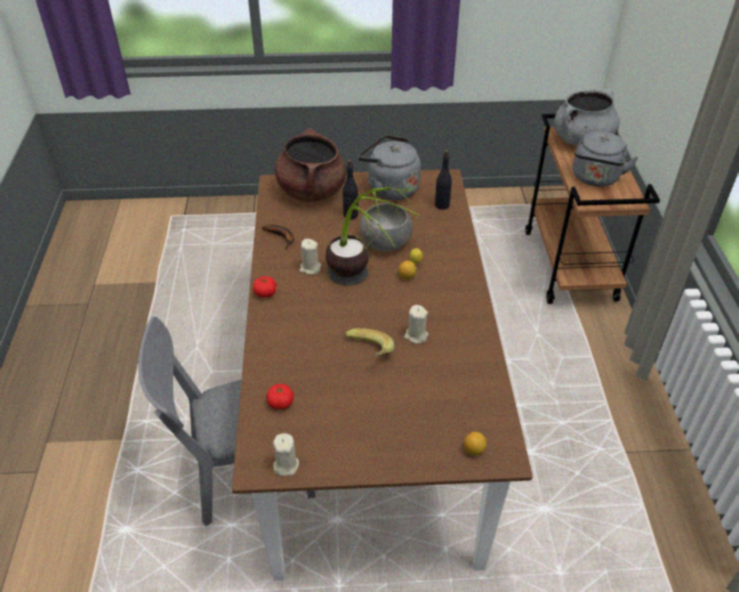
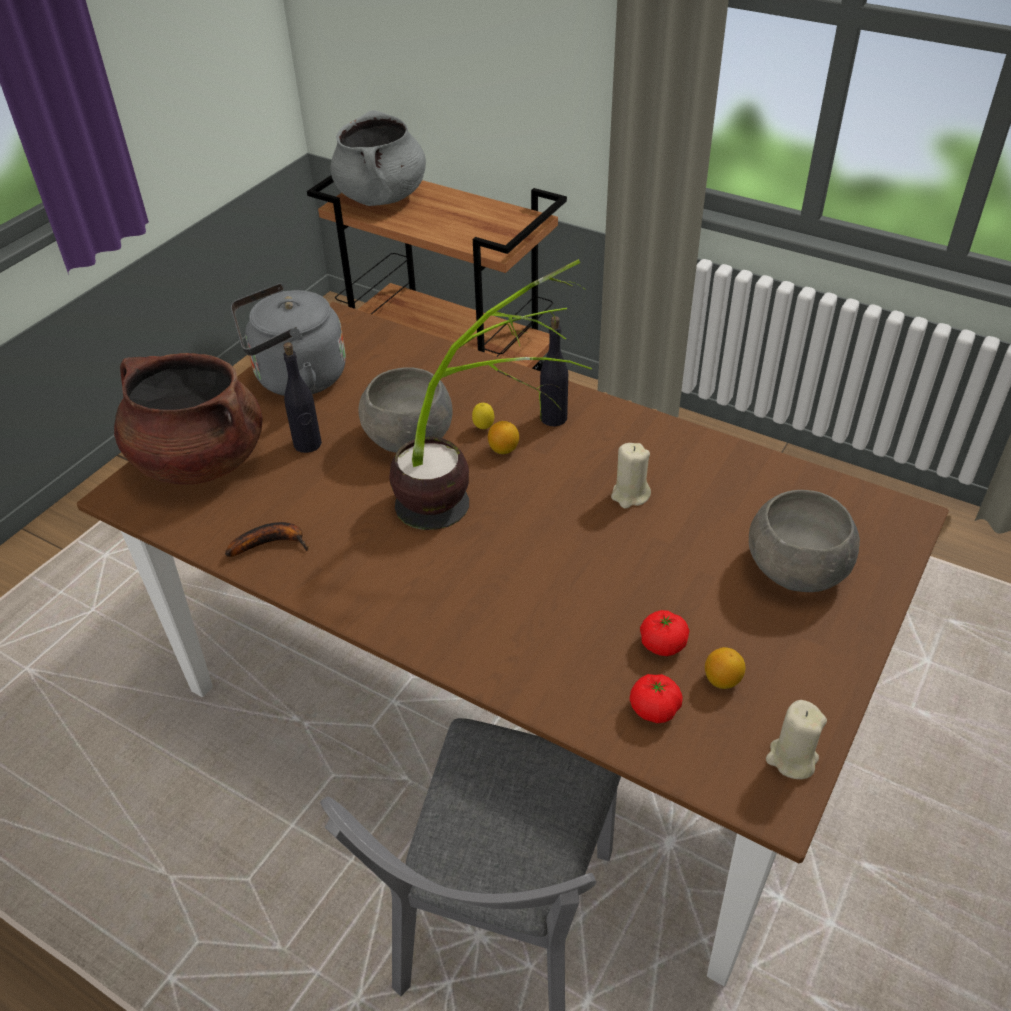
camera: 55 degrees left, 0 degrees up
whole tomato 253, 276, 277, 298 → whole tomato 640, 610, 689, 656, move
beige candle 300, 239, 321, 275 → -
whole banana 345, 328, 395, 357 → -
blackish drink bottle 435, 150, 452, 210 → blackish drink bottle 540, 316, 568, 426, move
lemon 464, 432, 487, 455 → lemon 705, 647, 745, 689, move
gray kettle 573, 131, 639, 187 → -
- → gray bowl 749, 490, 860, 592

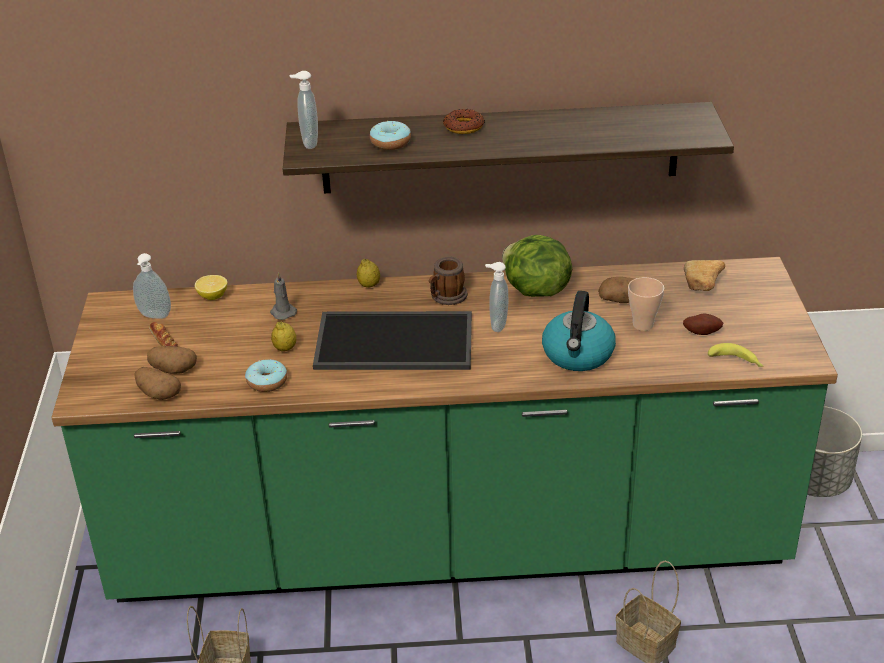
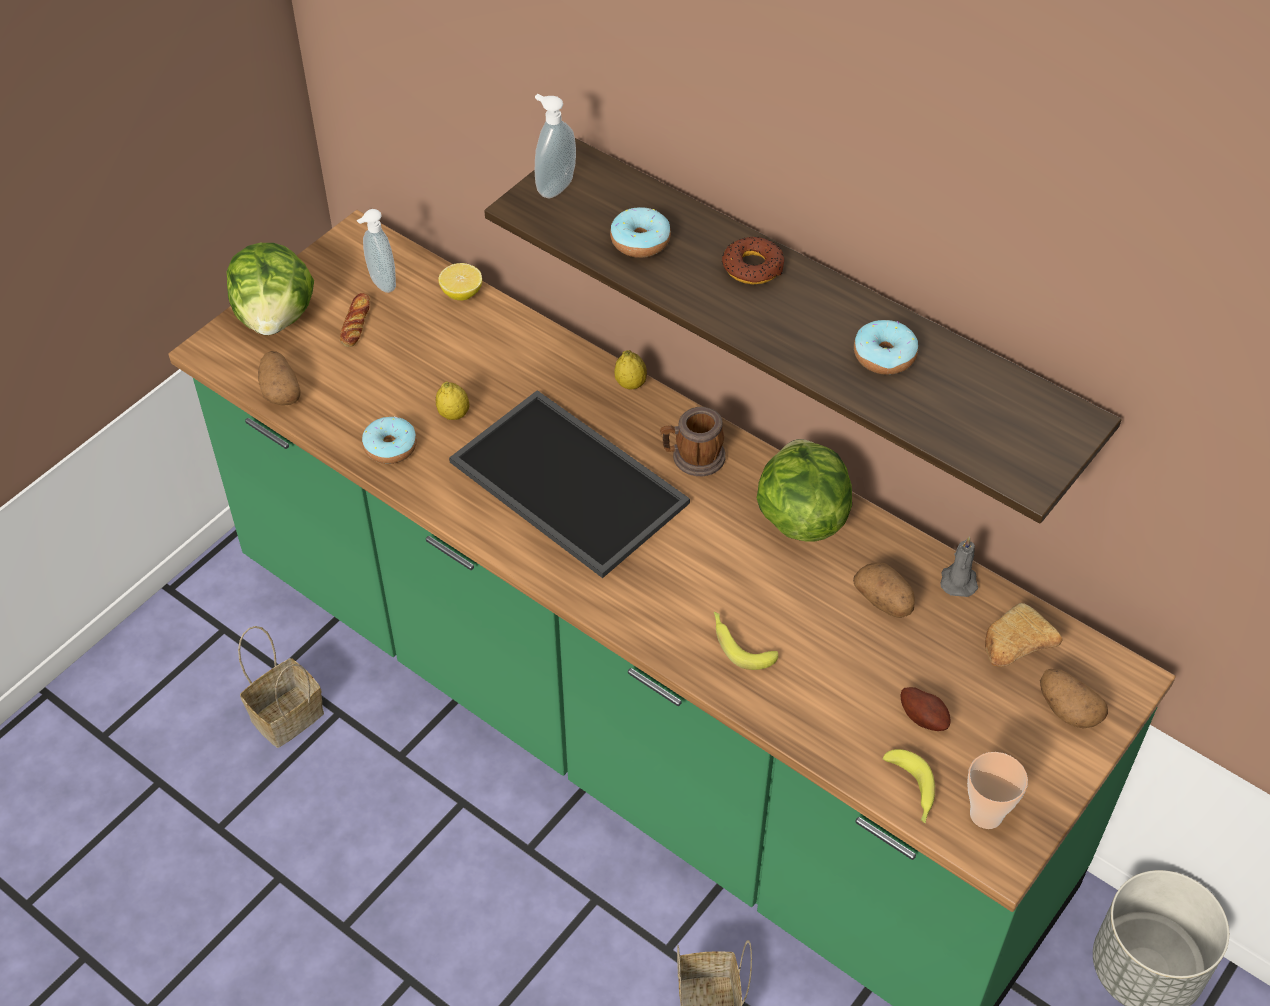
camera: 40 degrees right, 15 degrees up
potato 147, 346, 197, 374 → potato 1040, 669, 1108, 729, move
gray candle 270, 272, 297, 320 → gray candle 940, 536, 978, 597, move
liquid soap bottle 485, 262, 508, 332 → -
kettle 542, 291, 616, 371 → whole banana 714, 612, 778, 670
small cup 628, 277, 664, 331 → small cup 967, 752, 1028, 829, move
- → lettuce 226, 243, 314, 335
- → donut 854, 320, 918, 375

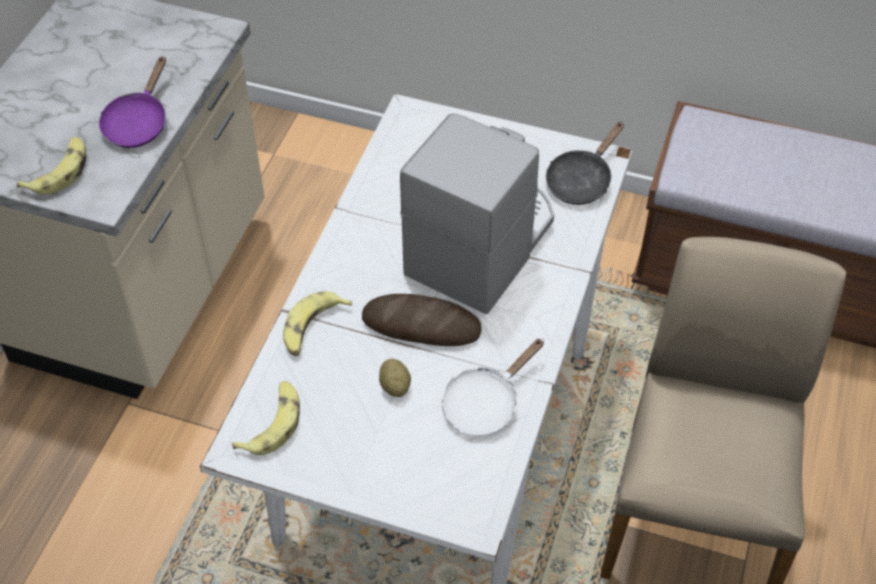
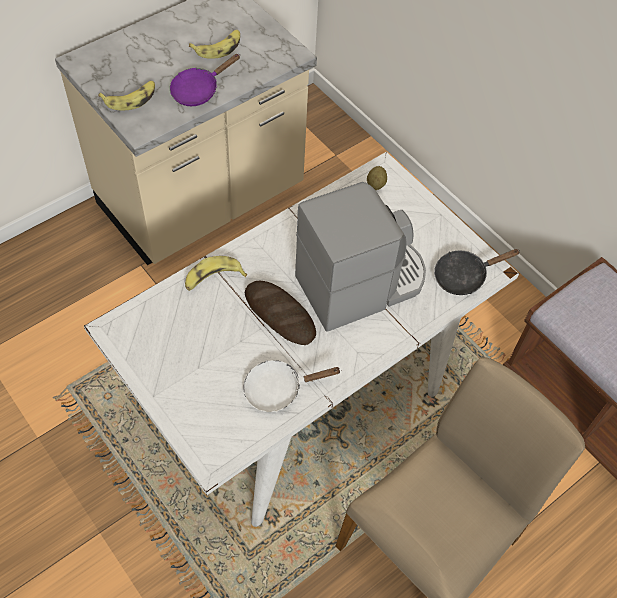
camera: 30 degrees right, 5 degrees up
whole banana 232, 381, 300, 455 → whole banana 189, 30, 240, 59, move
potato 379, 359, 411, 397 → potato 367, 166, 387, 190, move

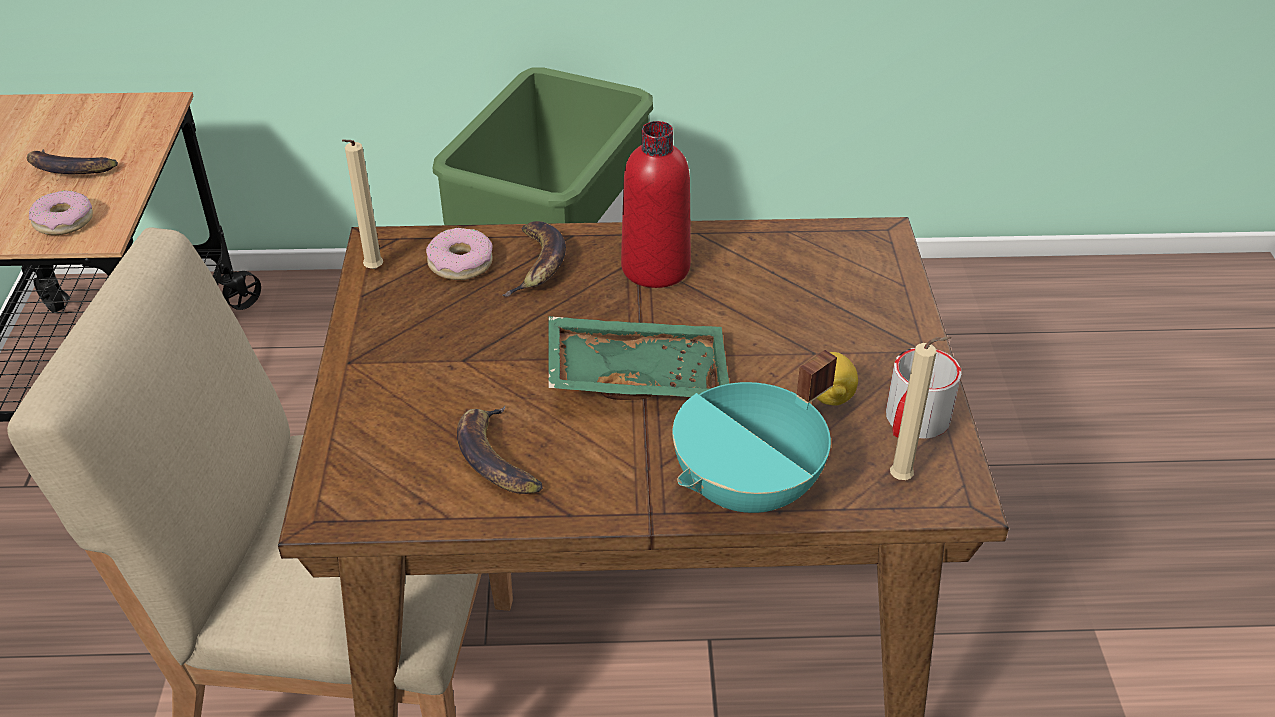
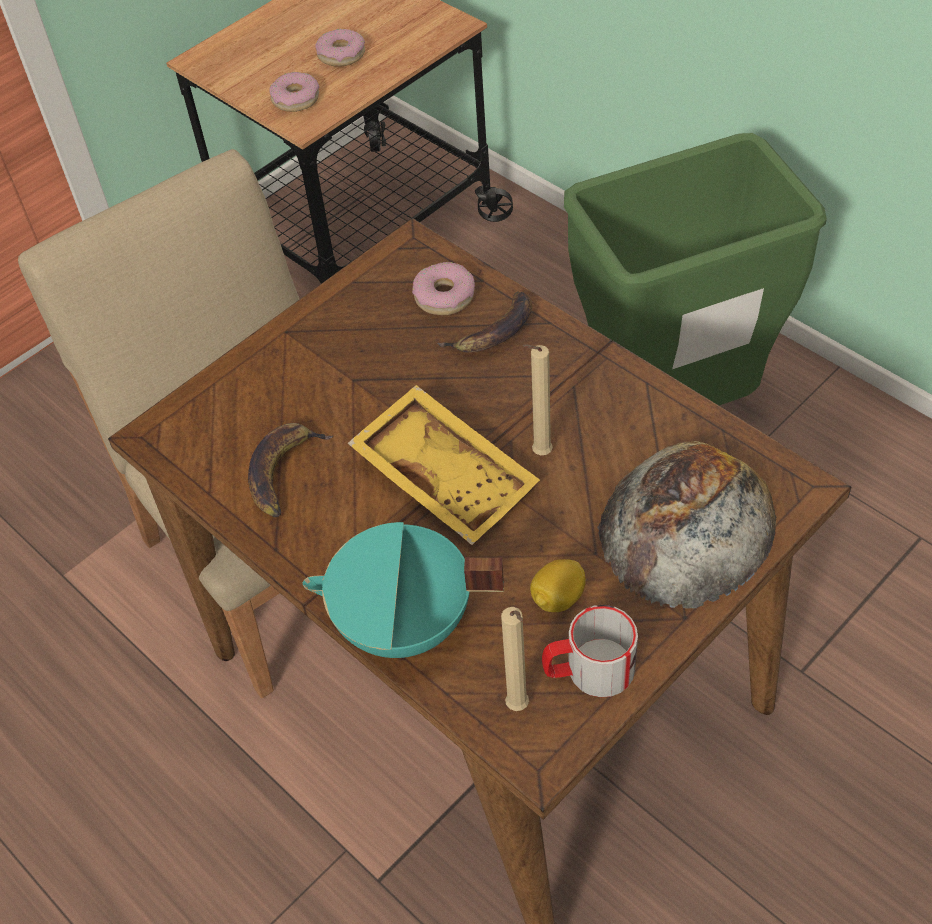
camera: 50 degrees right, 10 degrees up
whole banana 27, 149, 118, 174 → donut 315, 29, 365, 67
beige candle 342, 139, 383, 269 → beige candle 522, 344, 553, 455, move
green tray 549, 316, 730, 400 → yellow-coloured tray 347, 385, 540, 545
reddish drink bottle 621, 121, 691, 288 → -
- → baked bread 597, 441, 776, 608

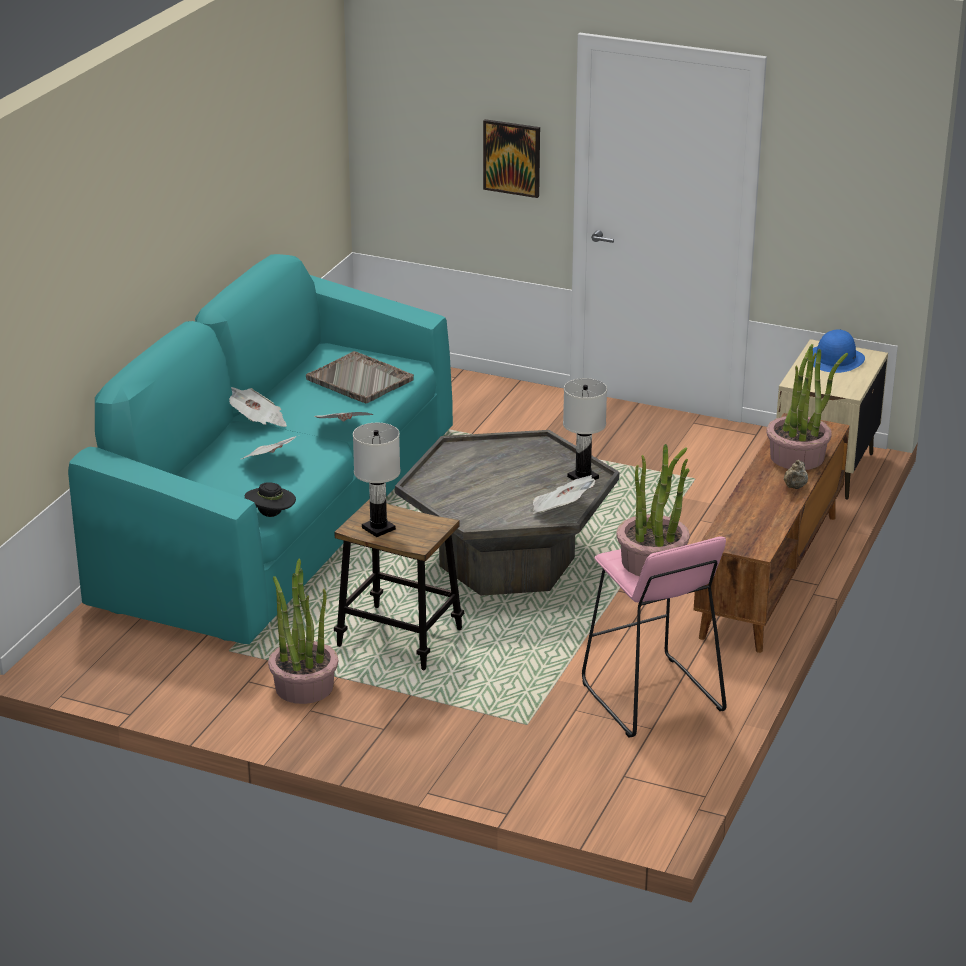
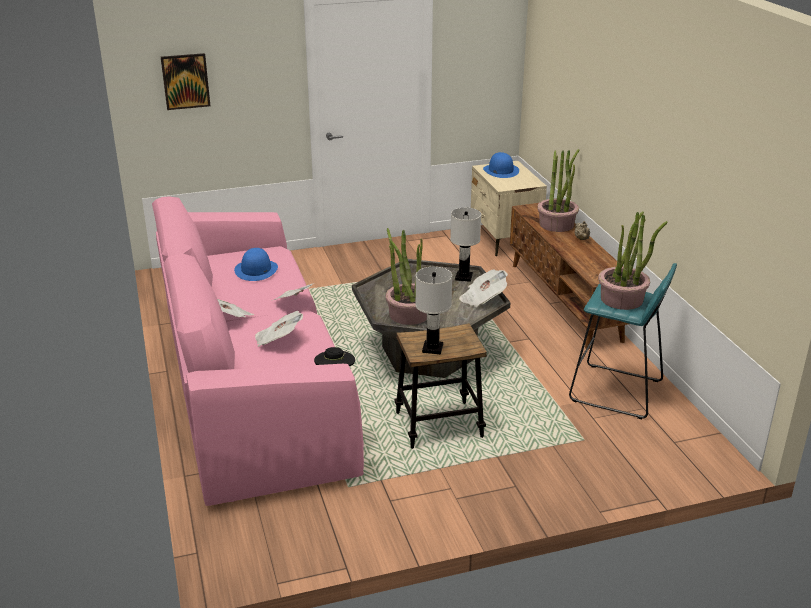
camera: 40 degrees left, 0 degrees up
turquoise-coloured couch 68, 254, 453, 644 → pink couch 152, 196, 364, 506
plant in a pot 268, 558, 338, 704 → plant in a pot 386, 228, 427, 325, move
gray tray 306, 351, 414, 403 → blue hat 234, 248, 278, 281
wall picture 483, 119, 540, 198 → wall picture 161, 53, 210, 110, move
pink sitting stool 582, 536, 726, 738 → turquoise-coloured sitting stool 569, 263, 677, 419

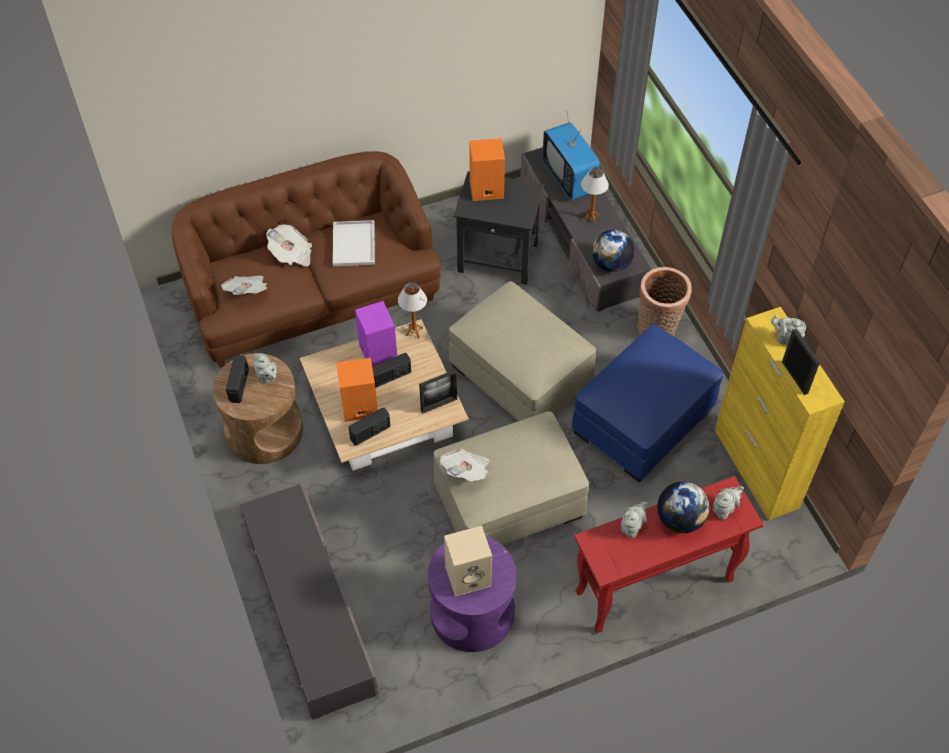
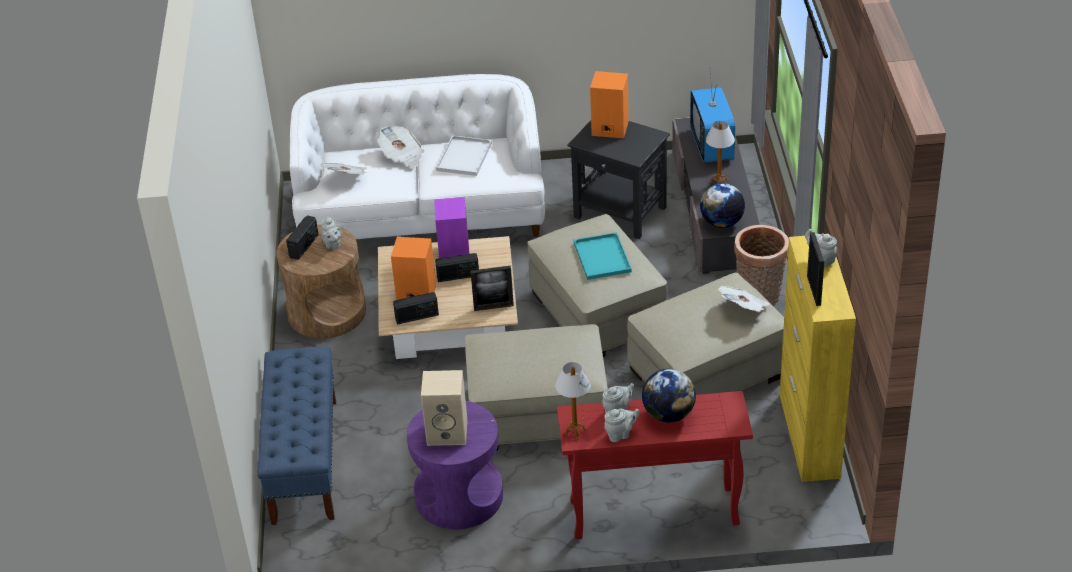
camera: 20 degrees right, 15 degrees down
brownish couch 172, 151, 441, 368 → white-coloured couch 290, 74, 545, 239
gray tv stand 240, 483, 379, 720 → blue bench 257, 347, 336, 525
tabletop lamp 398, 282, 427, 339 → tabletop lamp 555, 362, 591, 440, move
printed paper 440, 449, 490, 481 → printed paper 718, 286, 770, 312, move
blue footrest 571, 324, 724, 482 → beige footrest 627, 273, 784, 395
gray tea pot 713, 486, 744, 519 → gray tea pot 604, 409, 640, 442, move
- → turquoise-coloured tray 574, 232, 632, 280

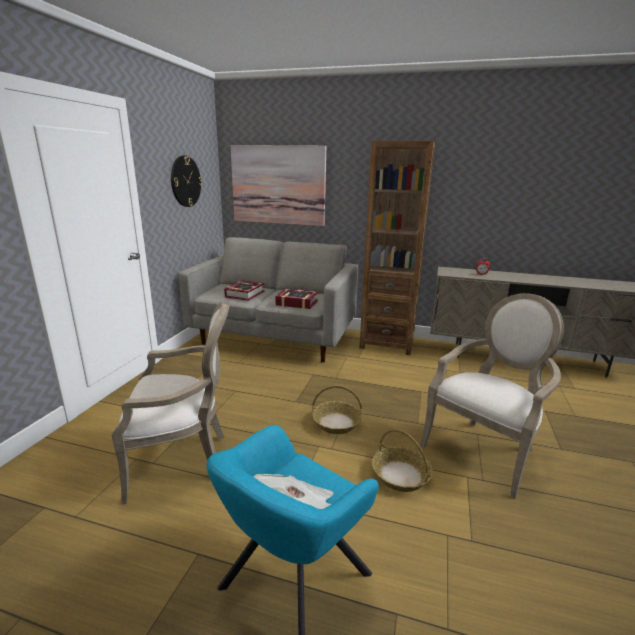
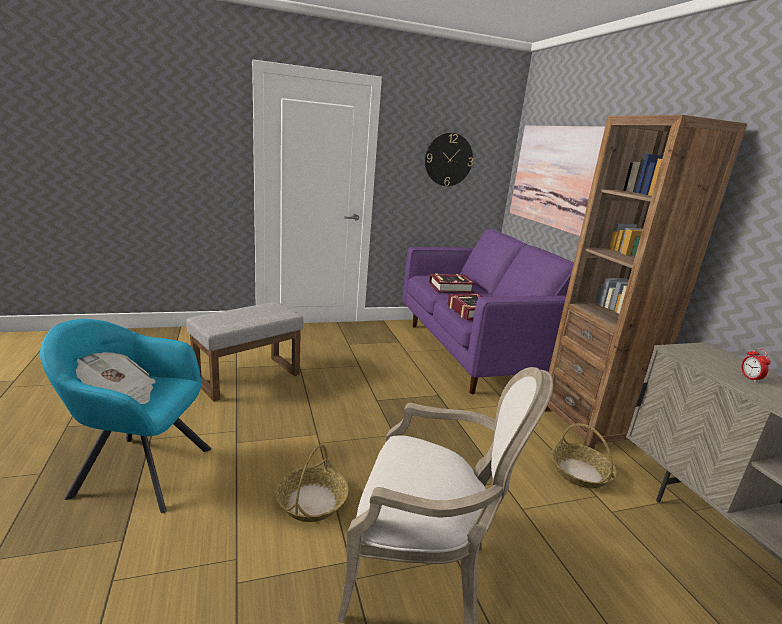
camera: 55 degrees right, 0 degrees up
armchair 112, 302, 229, 504 → gray footrest 186, 302, 303, 401
gray couch 179, 237, 358, 363 → purple couch 402, 229, 574, 394
household basket 312, 386, 362, 434 → household basket 551, 423, 617, 488, move

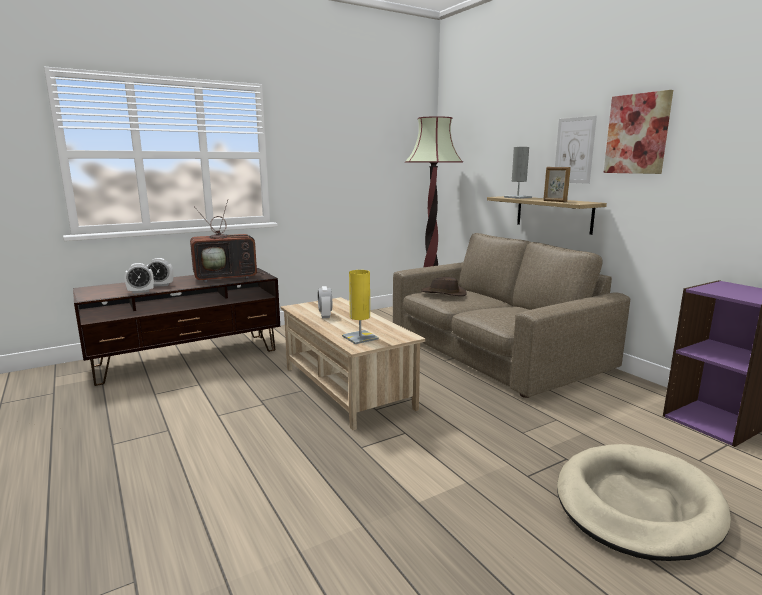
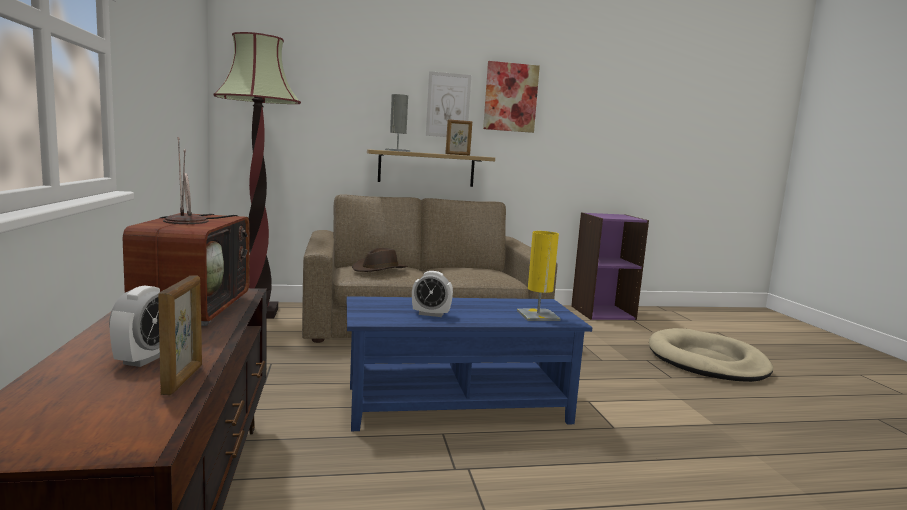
camera: 70 degrees left, 5 degrees down
bedside clock 125, 263, 154, 294 → standing frame 158, 276, 202, 395
beige lounge table 281, 297, 425, 430 → blue lounge table 347, 296, 592, 431

